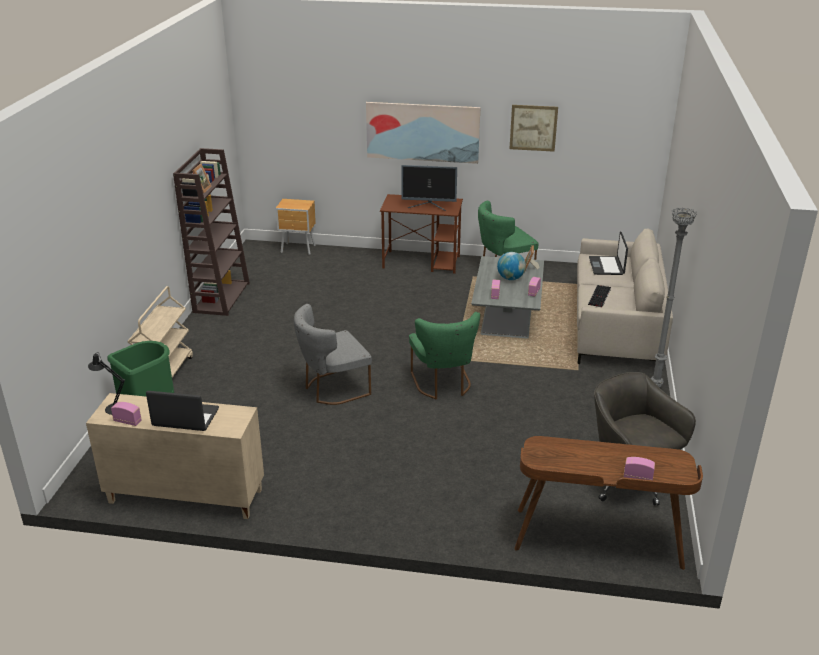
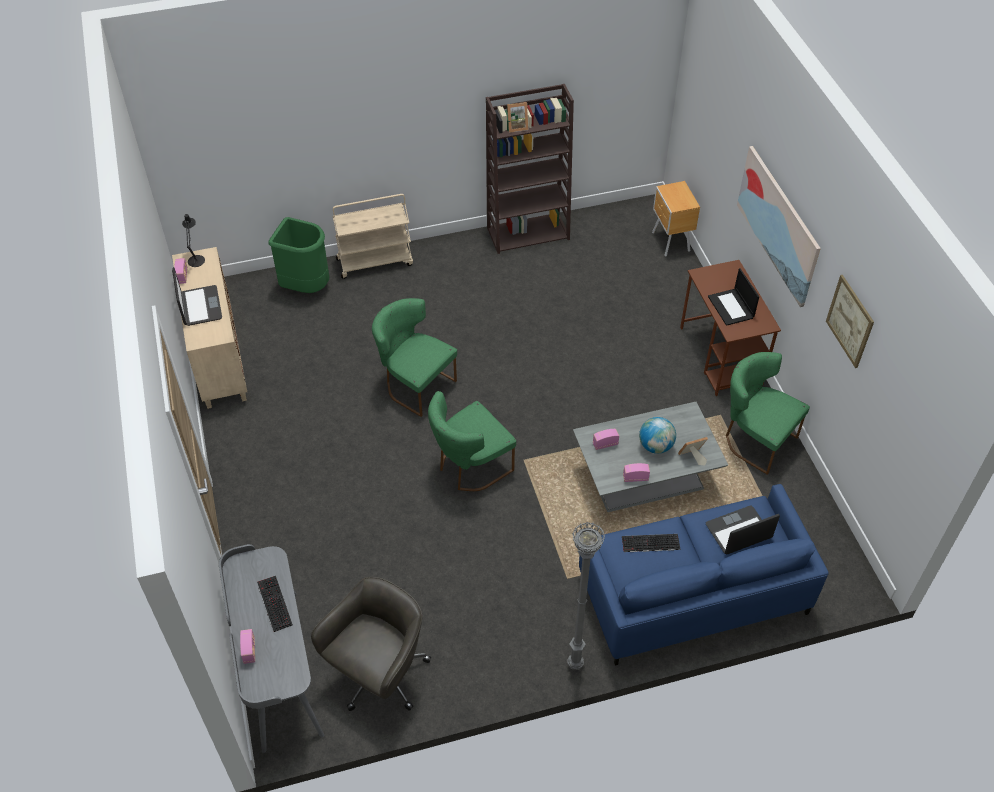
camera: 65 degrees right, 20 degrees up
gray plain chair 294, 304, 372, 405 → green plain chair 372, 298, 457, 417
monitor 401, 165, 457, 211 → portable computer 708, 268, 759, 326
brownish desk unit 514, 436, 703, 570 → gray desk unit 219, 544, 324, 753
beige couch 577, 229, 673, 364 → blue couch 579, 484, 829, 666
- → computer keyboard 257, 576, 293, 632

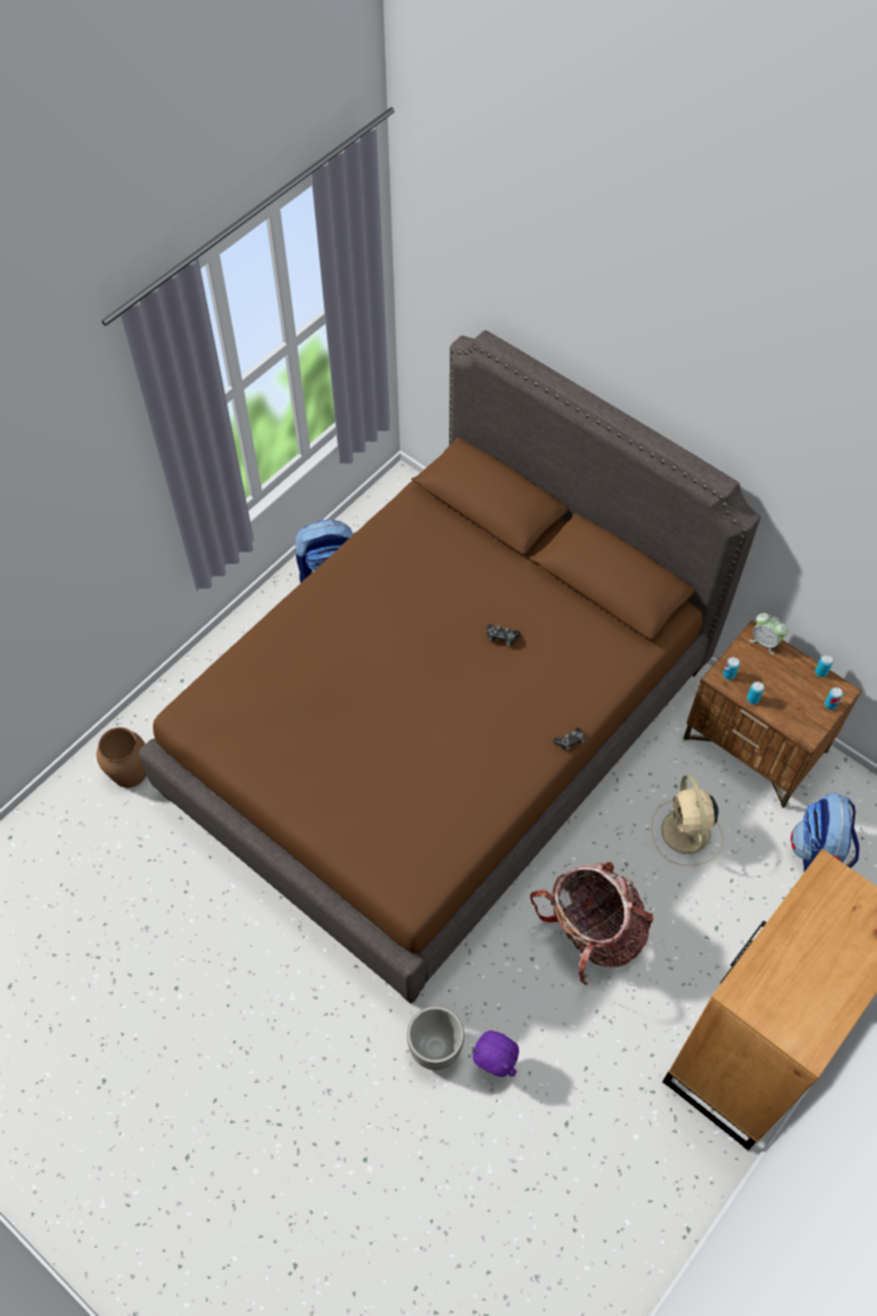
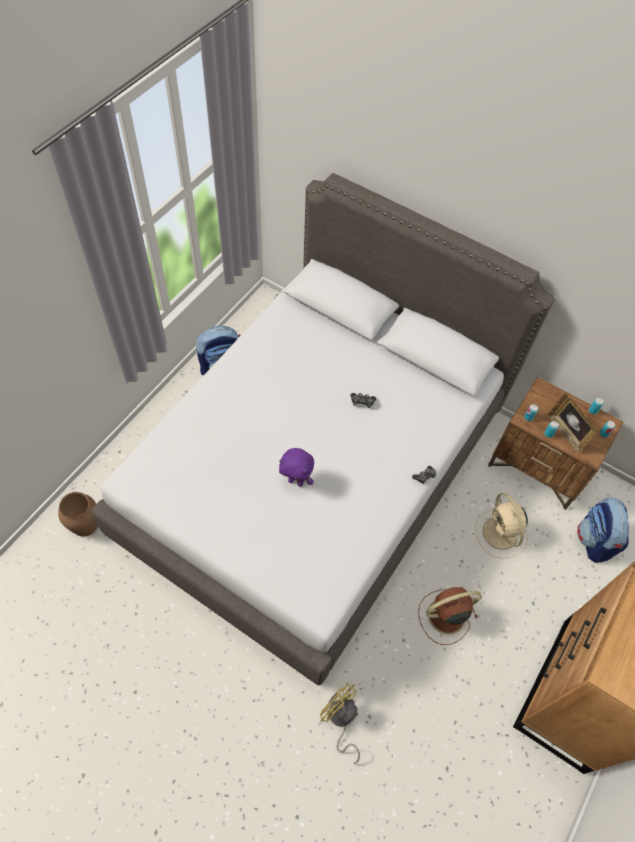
camera: 10 degrees left, 0 degrees up
brownish bedroom bed 139, 330, 761, 1004 → gray bedroom bed 92, 173, 555, 685
planter 407, 1006, 464, 1070 → yellow-coloured cooling fan 320, 682, 360, 764
purple soft toy 472, 1030, 519, 1077 → purple soft toy 279, 448, 314, 487, move
knapsack 530, 862, 653, 985 → brownish cooling fan 418, 587, 482, 645
bedside clock 749, 613, 789, 655 → -
- → standing frame 548, 394, 597, 454

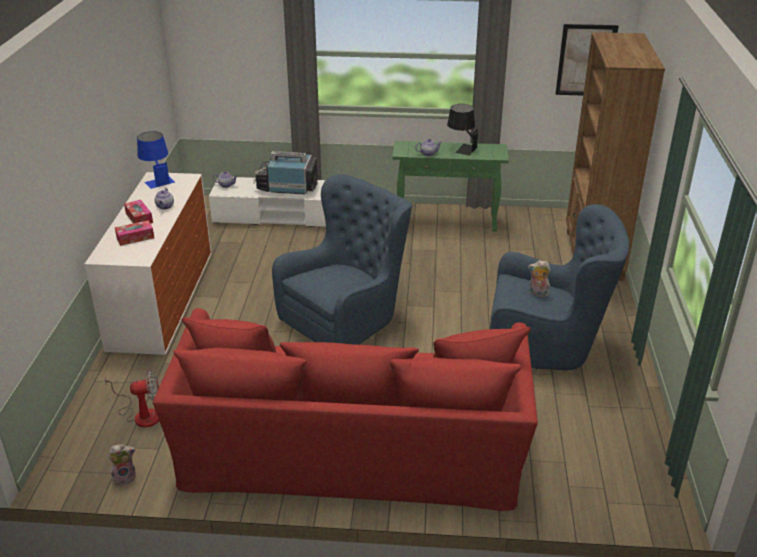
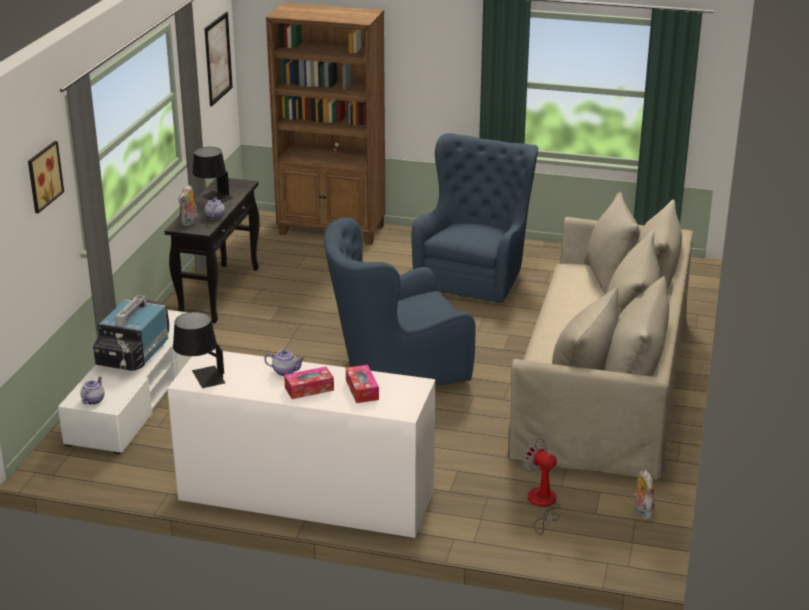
camera: 80 degrees left, 5 degrees down
cooling fan 105, 370, 159, 427 → cooling fan 522, 438, 560, 535, 45 degrees counterclockwise
blue tabletop lamp 137, 131, 175, 189 → blackish tabletop lamp 173, 312, 225, 388
reddish couch 153, 308, 538, 511 → beige couch 507, 192, 693, 480
blue armchair 272, 174, 412, 345 → blue armchair 324, 218, 476, 386, 75 degrees counterclockwise
green narrow table 392, 141, 509, 232 → blackish narrow table 165, 178, 260, 323
soft toy 528, 260, 551, 297 → soft toy 178, 185, 198, 226, move
- → wall picture 28, 141, 64, 213

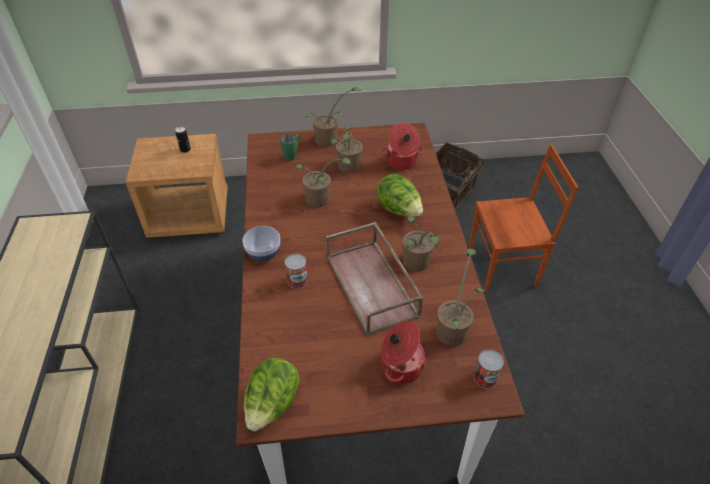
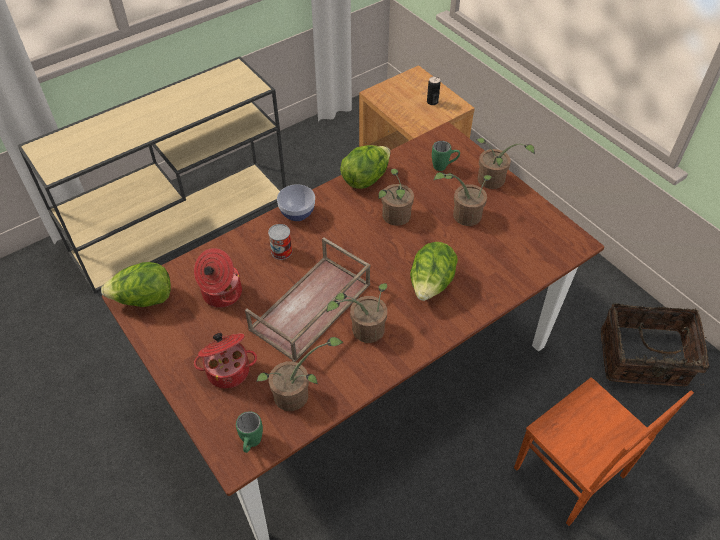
camera: 60 degrees right, 5 degrees up
stockpot 381, 122, 424, 170 → stockpot 194, 248, 242, 308, move
sealed can 473, 350, 504, 389 → green mug 236, 411, 263, 453
- → lettuce 340, 145, 390, 189

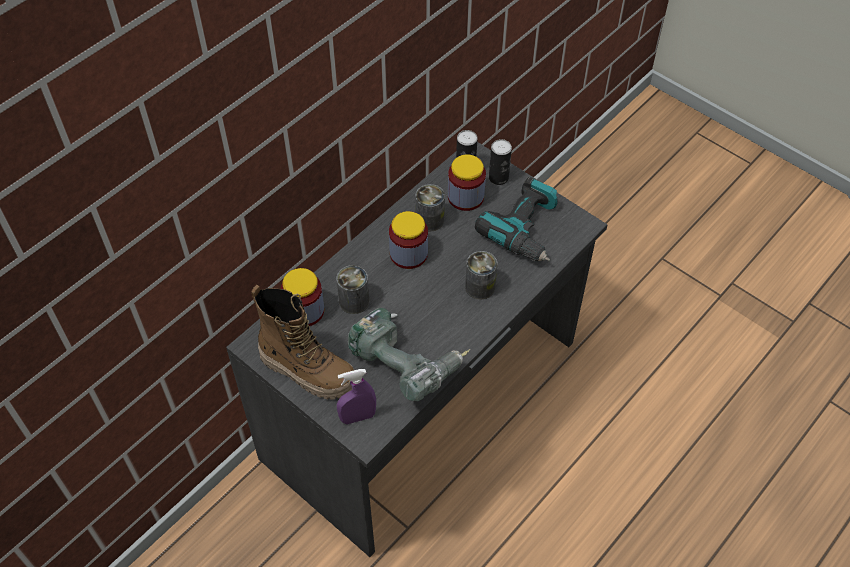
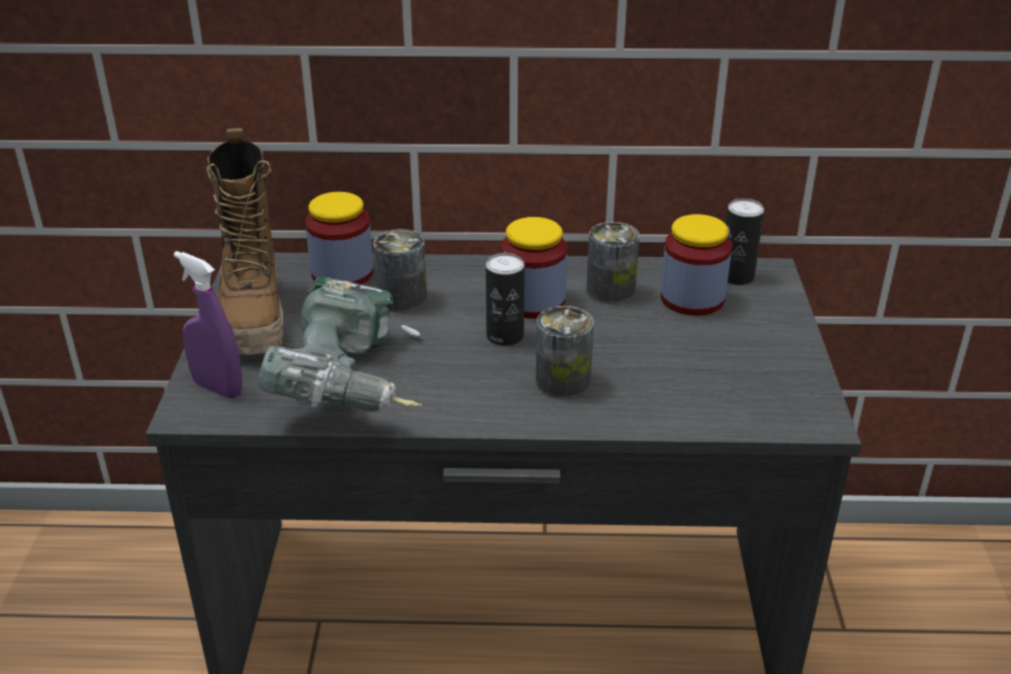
camera: 50 degrees right, 20 degrees down
drill 475, 177, 558, 262 → -
sealed can 489, 139, 512, 185 → sealed can 486, 253, 525, 346, move

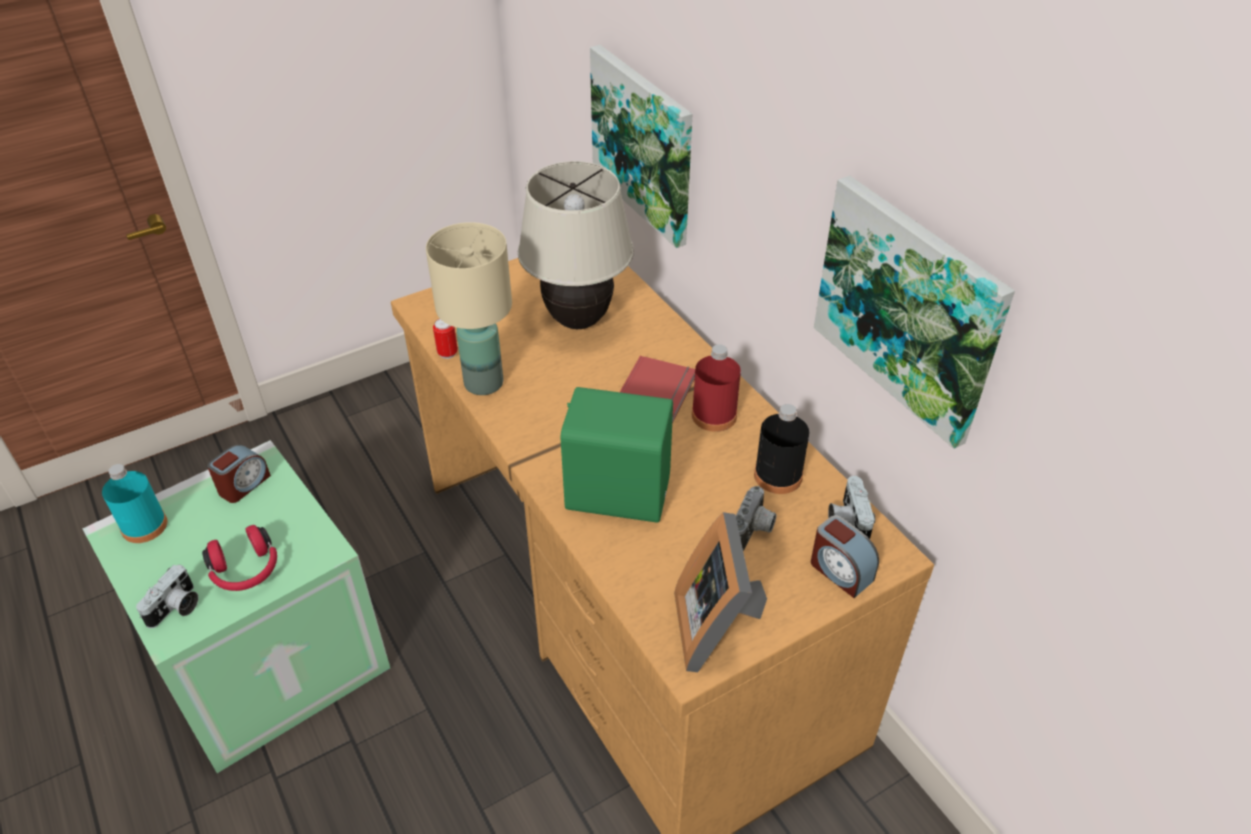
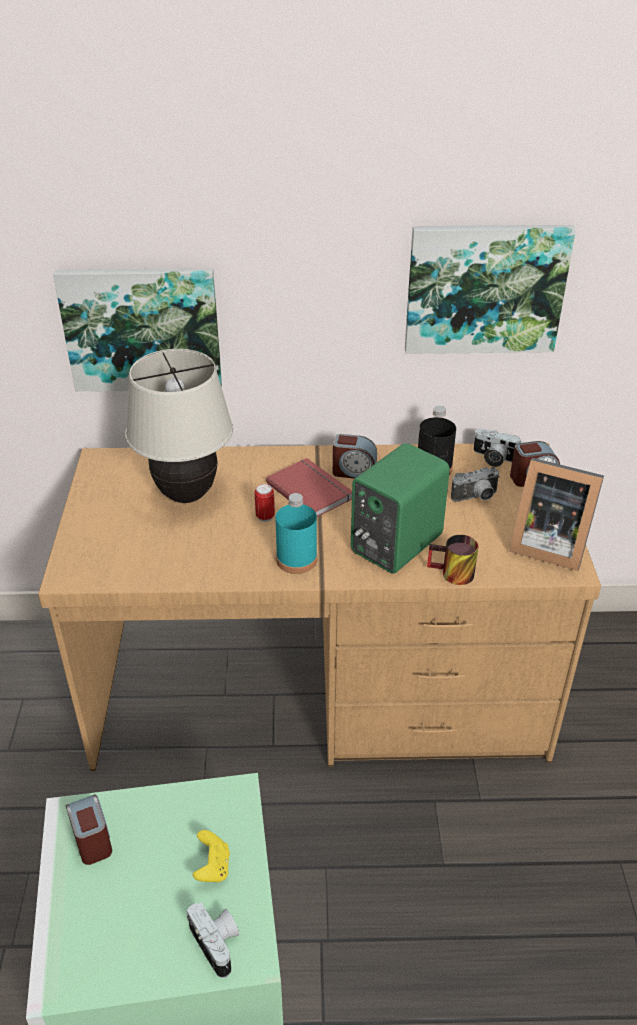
camera: 60 degrees left, 5 degrees down
turquoise-coloured drink bottle 102, 464, 167, 543 → turquoise-coloured drink bottle 275, 493, 318, 574, move
reddish headphones 202, 525, 277, 591 → yellow-coloured game controller 193, 830, 230, 882
beige tabletop lamp 426, 222, 512, 395 → -
sealed can 433, 318, 458, 359 → sealed can 255, 484, 275, 522, move
reddish drink bottle 692, 344, 741, 432 → bedside clock 333, 434, 377, 479
still camera 736, 486, 776, 551 → still camera 451, 467, 500, 502, 105 degrees clockwise
- → mug 427, 535, 478, 585

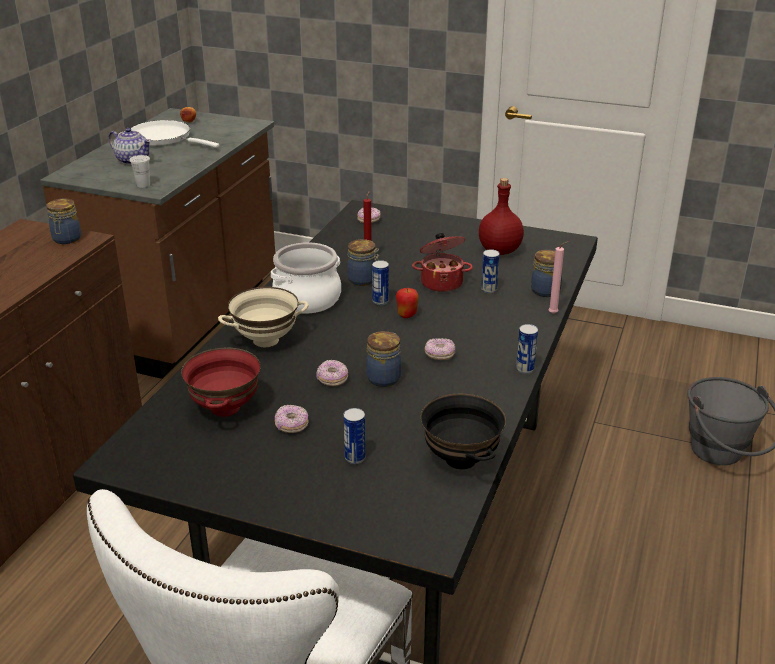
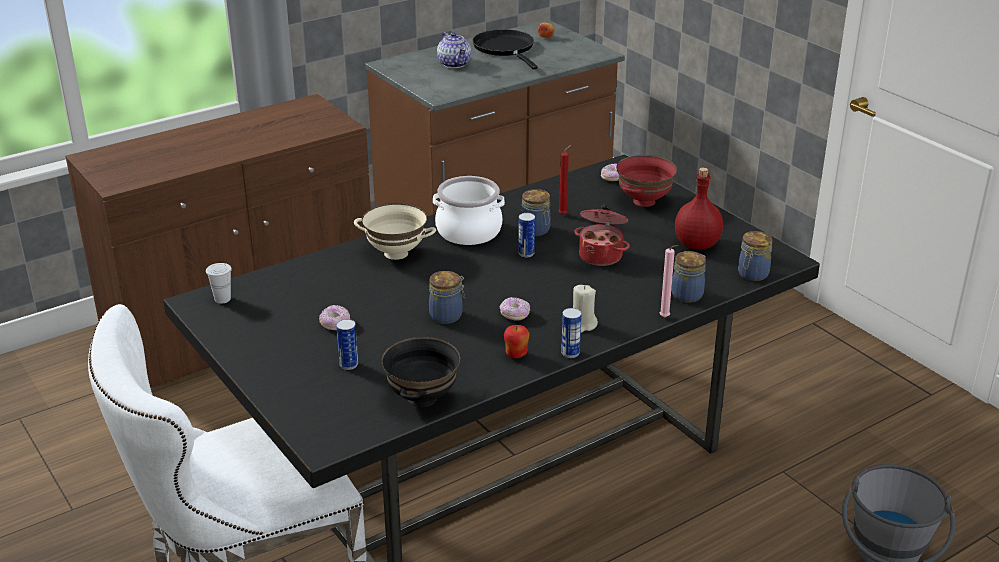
camera: 35 degrees right, 0 degrees up
preserve jar 46, 199, 81, 244 → preserve jar 738, 231, 773, 281, move
white-coloured small cup 129, 155, 150, 188 → white-coloured small cup 206, 263, 232, 304, move
white-coloured pan 131, 120, 219, 148 → blackish pan 472, 29, 538, 69
reddish bowl 181, 348, 261, 417 → reddish bowl 616, 155, 677, 207, move
donut 316, 360, 348, 386 → -
whole apple 396, 288, 419, 318 → whole apple 504, 325, 530, 358, move
sealed can 481, 249, 499, 293 → -
- → beige candle 573, 285, 598, 333

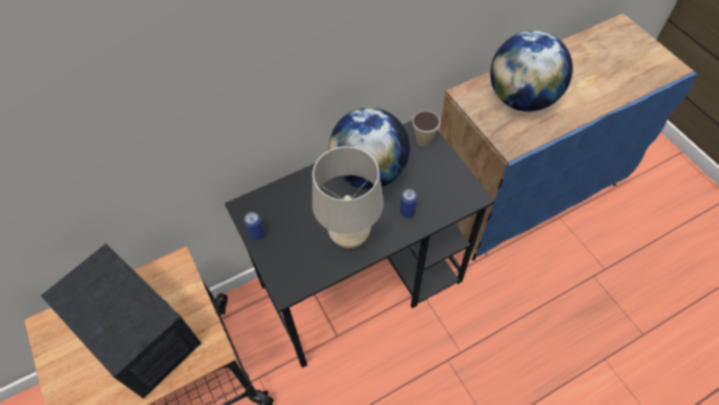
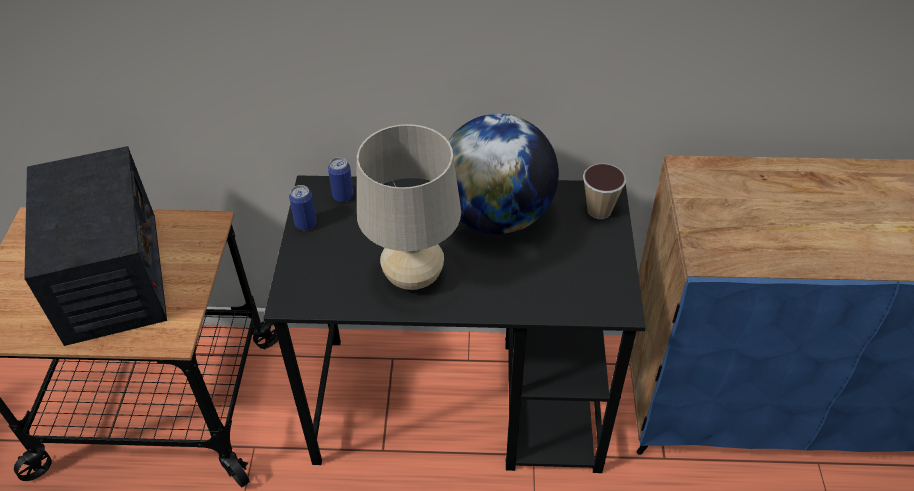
camera: 30 degrees right, 10 degrees down
sealed can 400, 189, 417, 218 → sealed can 328, 157, 354, 202, move
globe 490, 30, 573, 111 → -

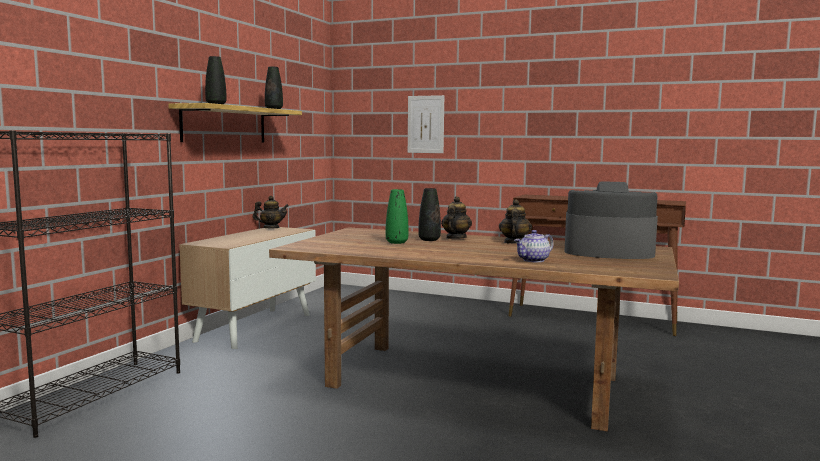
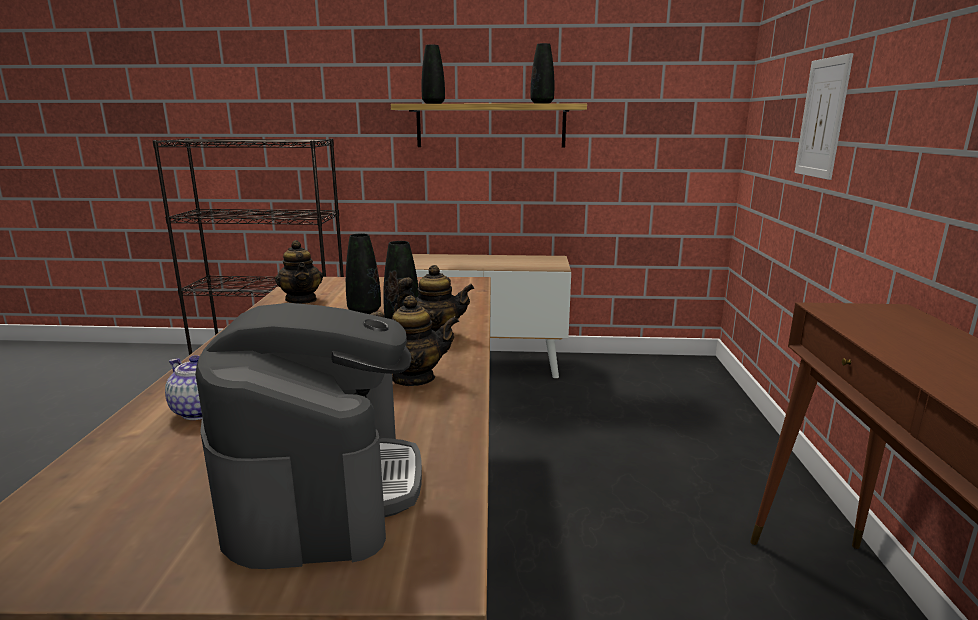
camera: 70 degrees right, 10 degrees up
tea pot 253, 196, 289, 228 → tea pot 275, 240, 323, 304, move
green decorative vase 386, 189, 409, 244 → blackish decorative vase 346, 234, 381, 314

